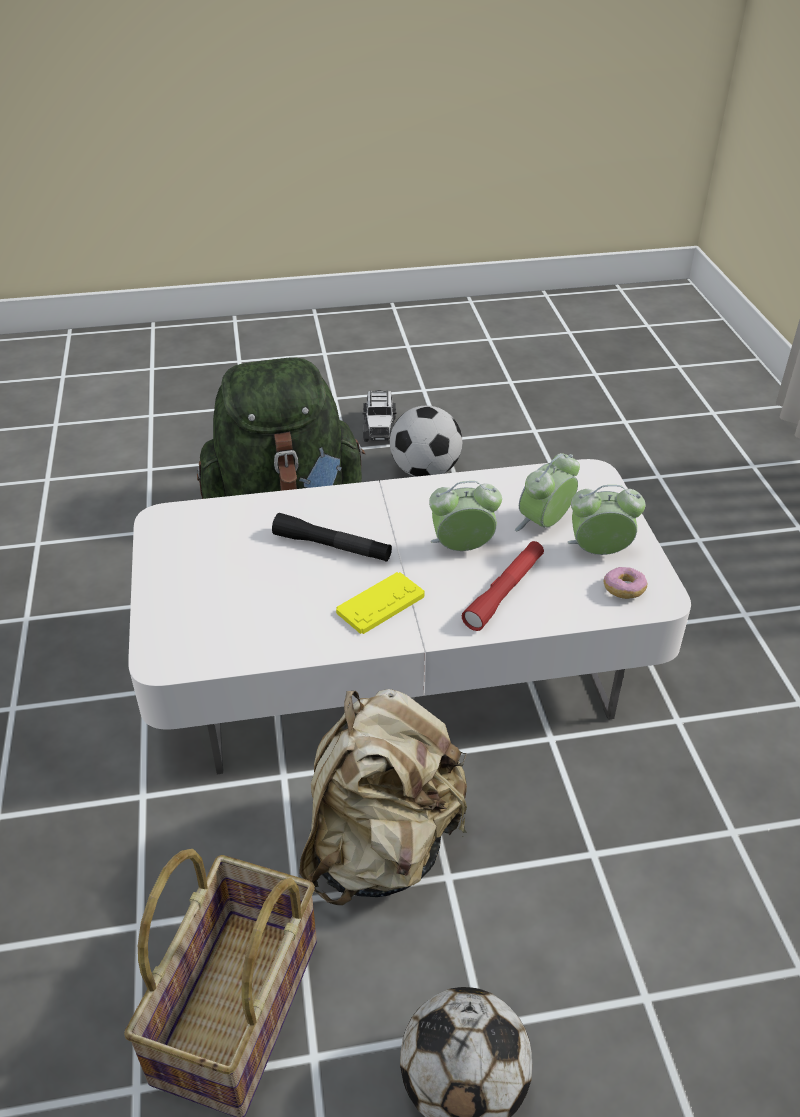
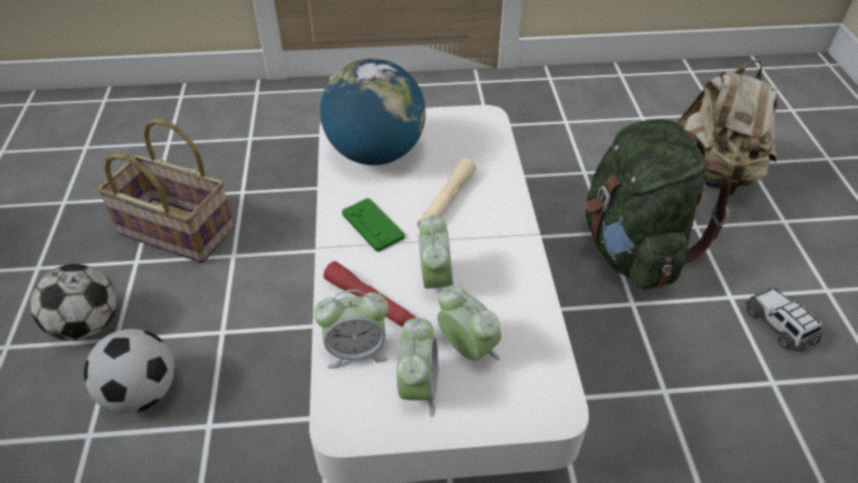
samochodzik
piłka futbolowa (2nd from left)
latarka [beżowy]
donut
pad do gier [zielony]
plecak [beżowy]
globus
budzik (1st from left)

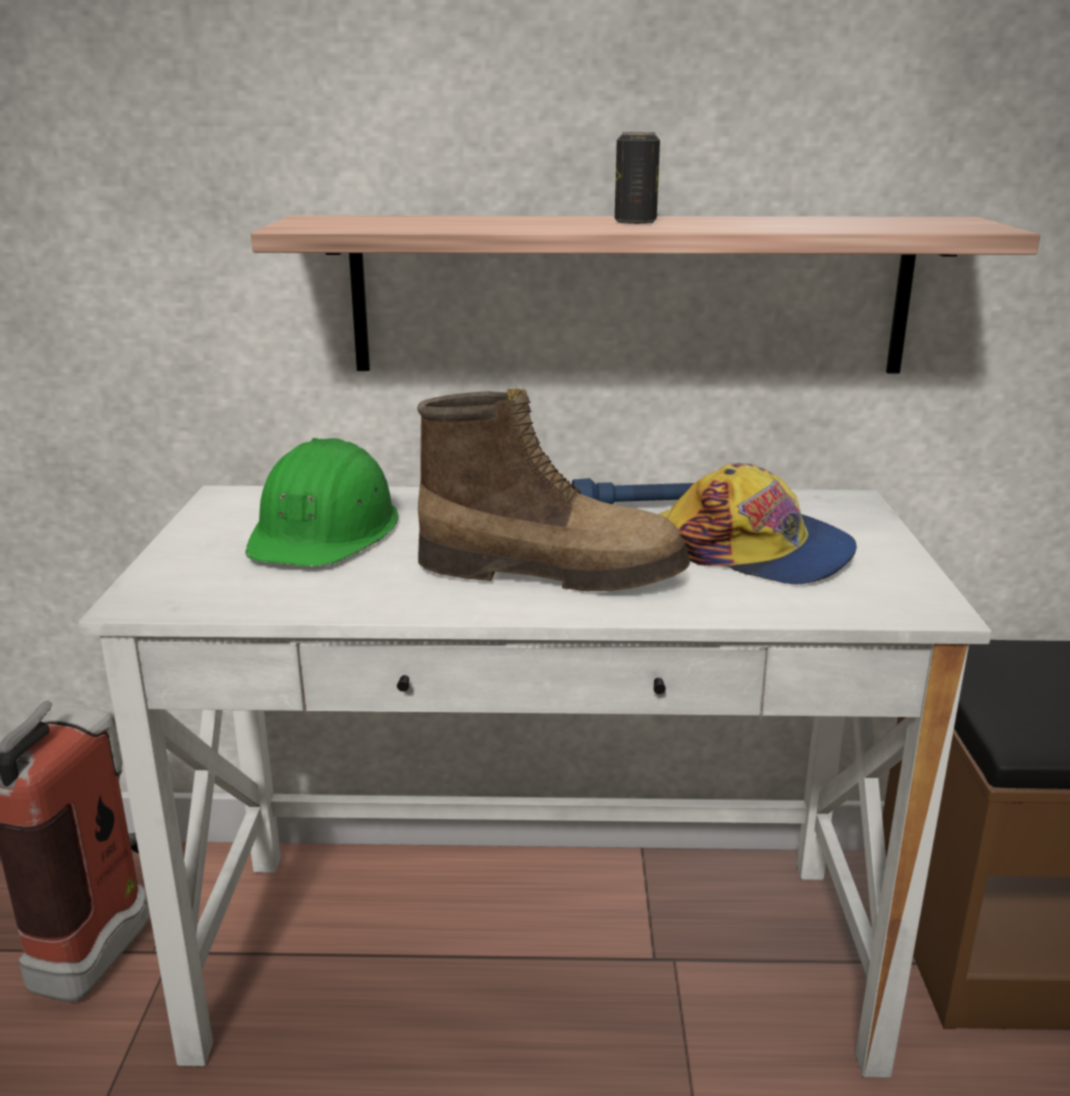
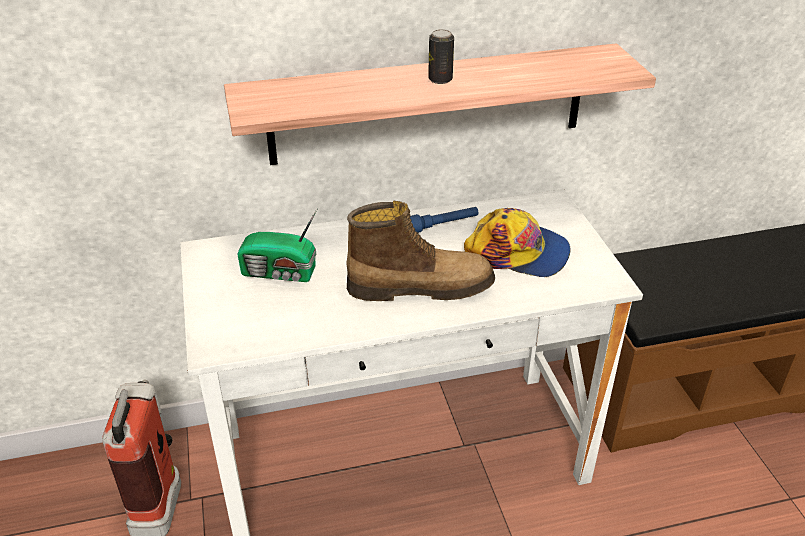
radio

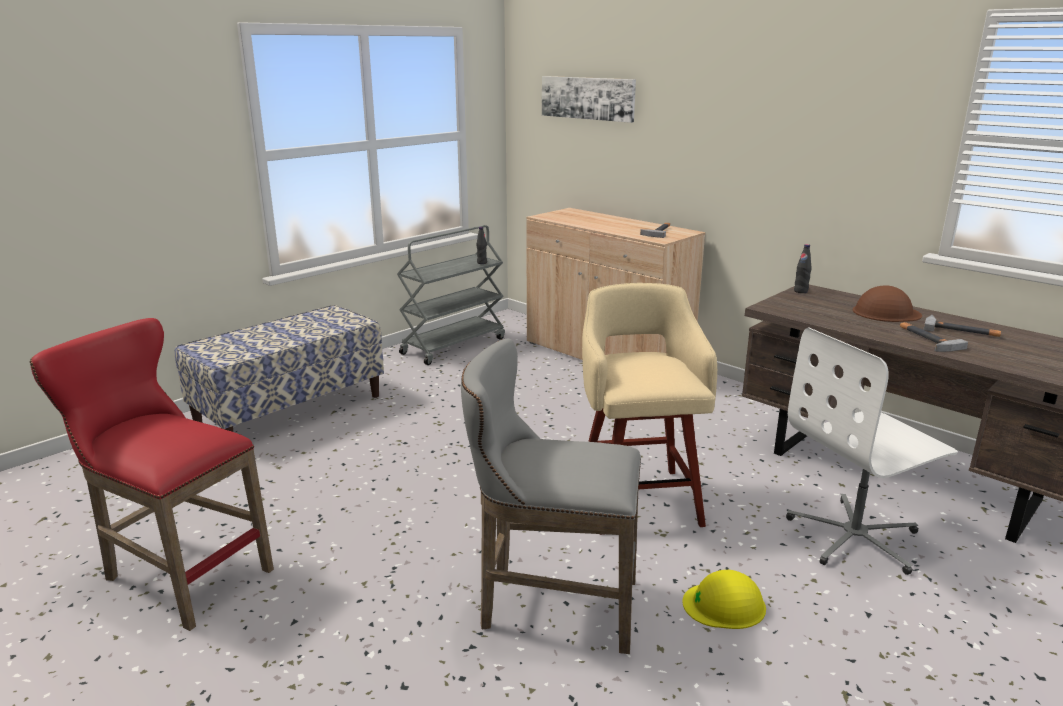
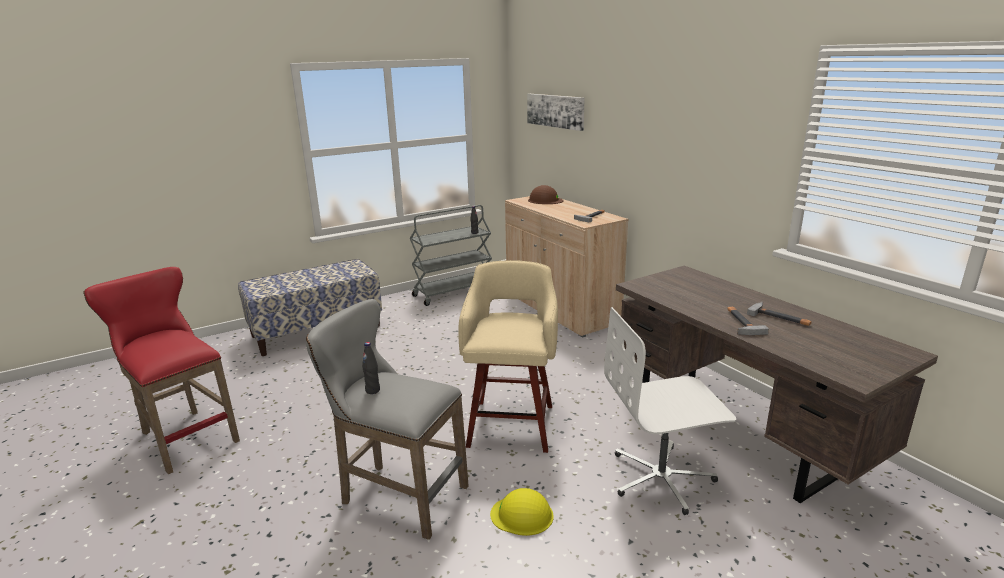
butelka [czarny] (1st from left)
kask [brązowy]

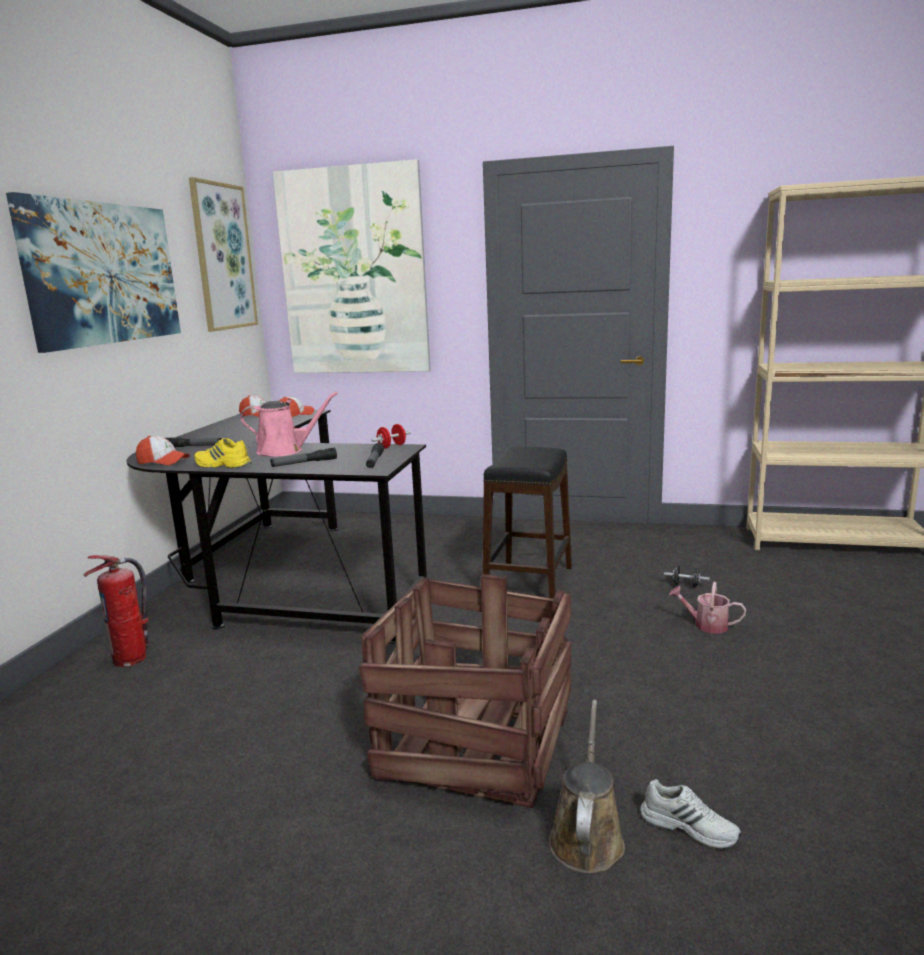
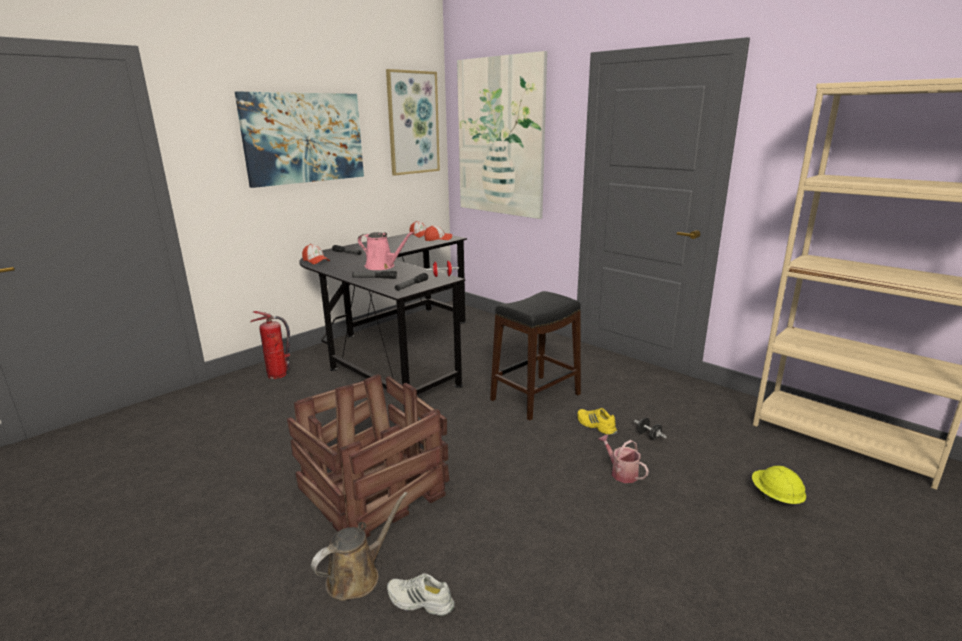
but [żółty]
but [biały]
kask [żółty]

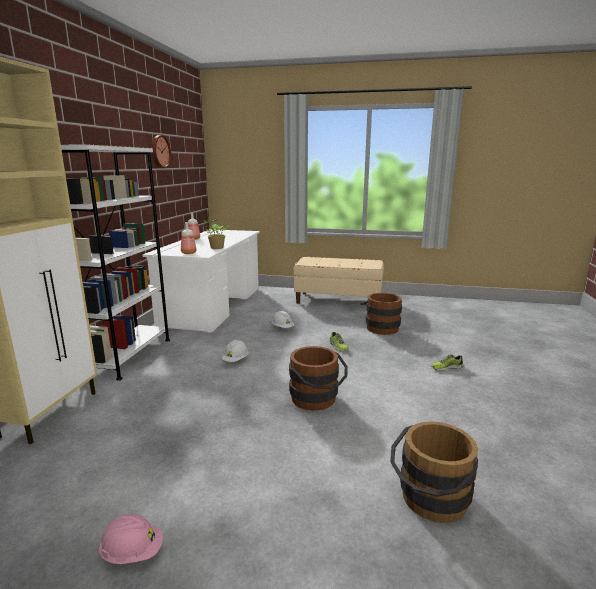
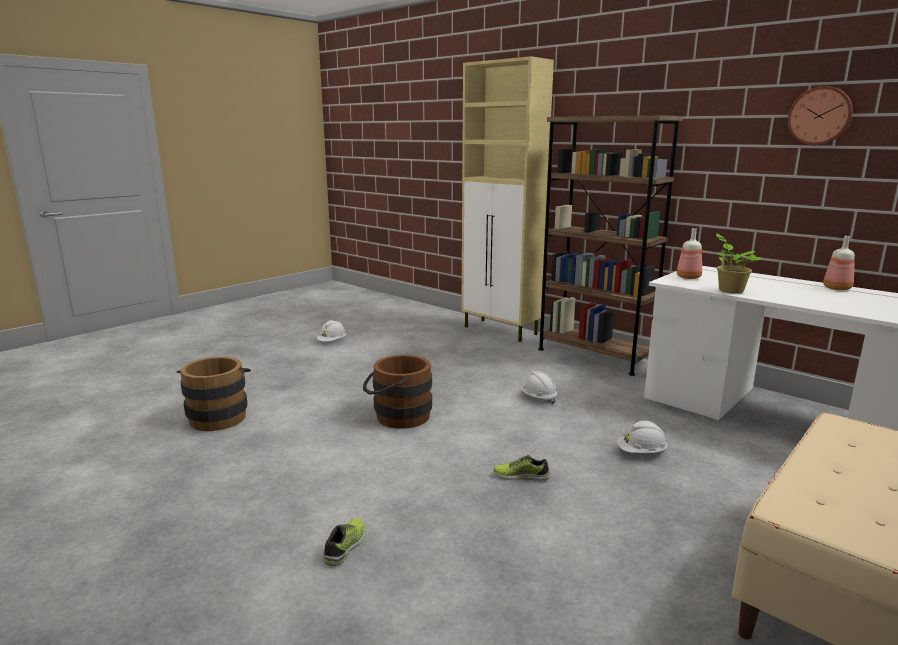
regał [brązowy]
wiadro [brązowy] (2nd from left in the first image)
kask [biały] (1st from left)

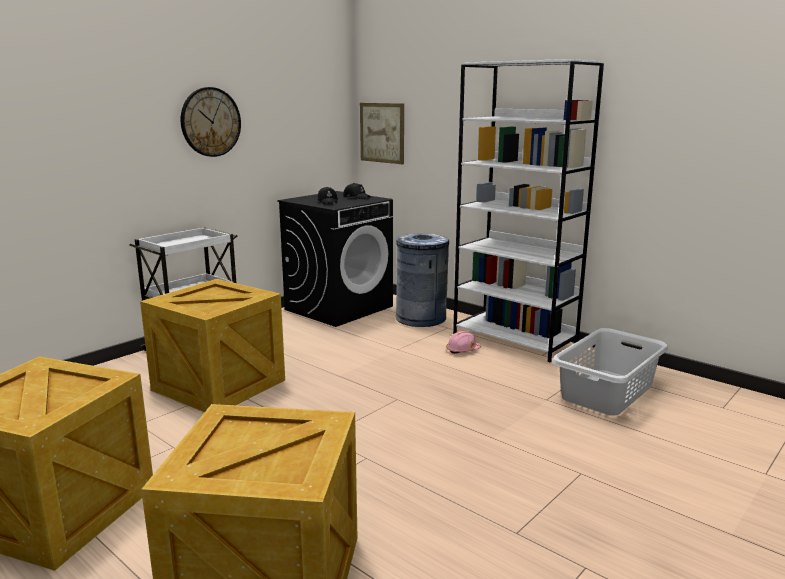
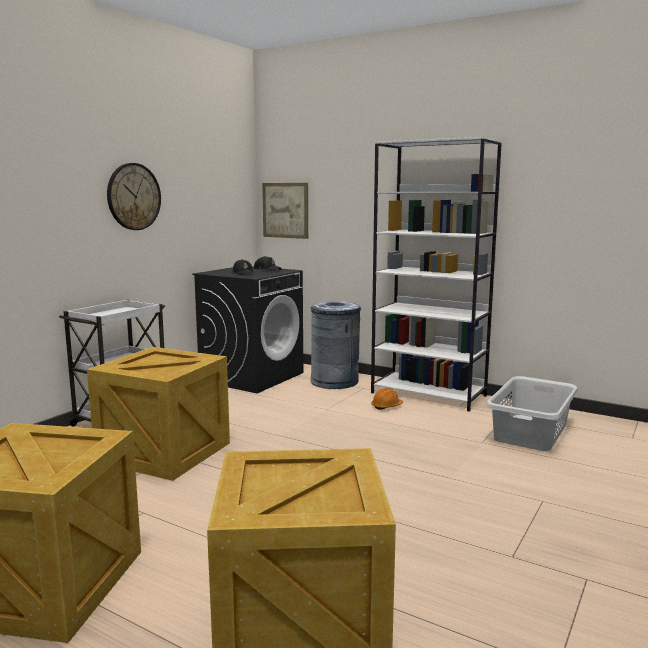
kask [pomarańczowy]

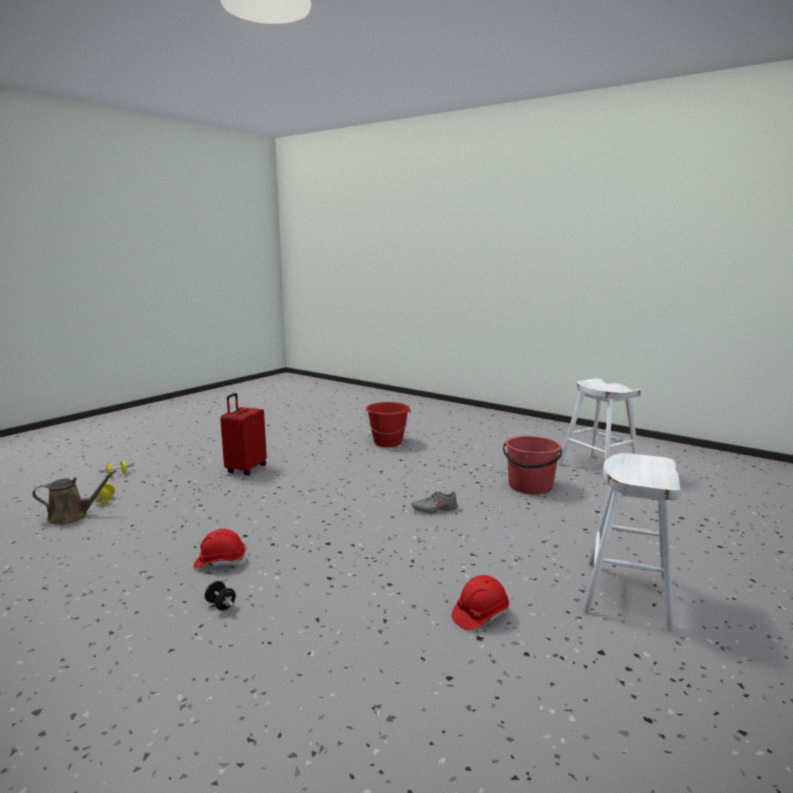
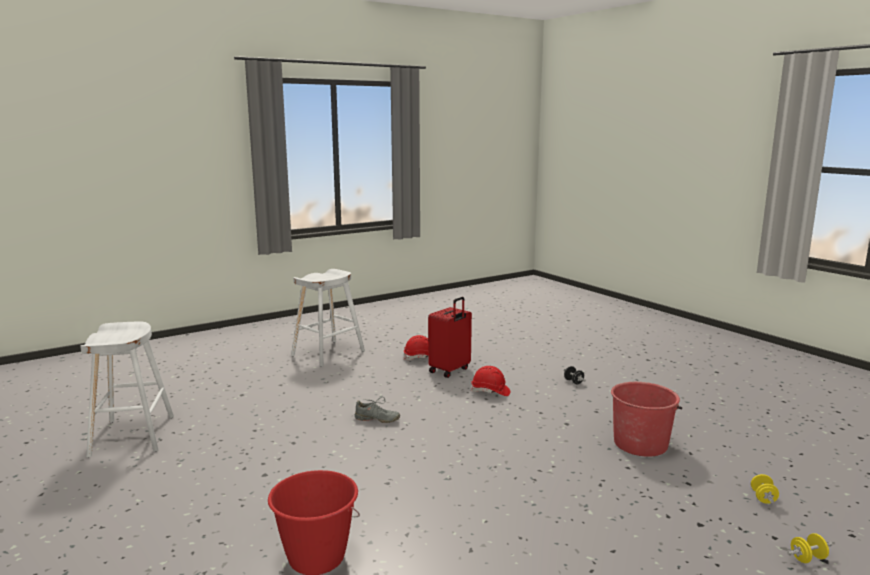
walizka [czerwony]
wiadro [czerwony] (2nd from left)
konewka [brązowy]
kask [czerwony] (2nd from left)

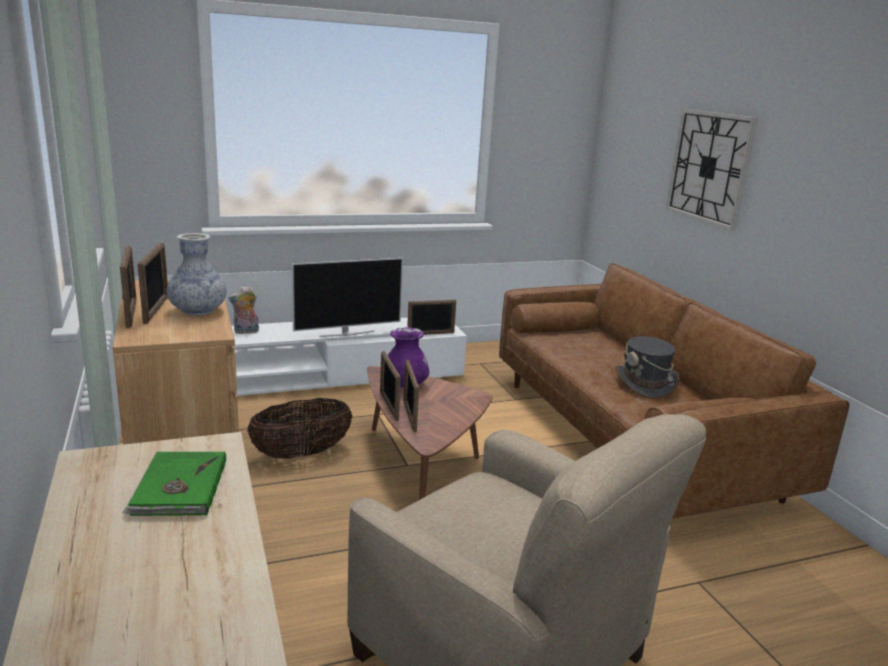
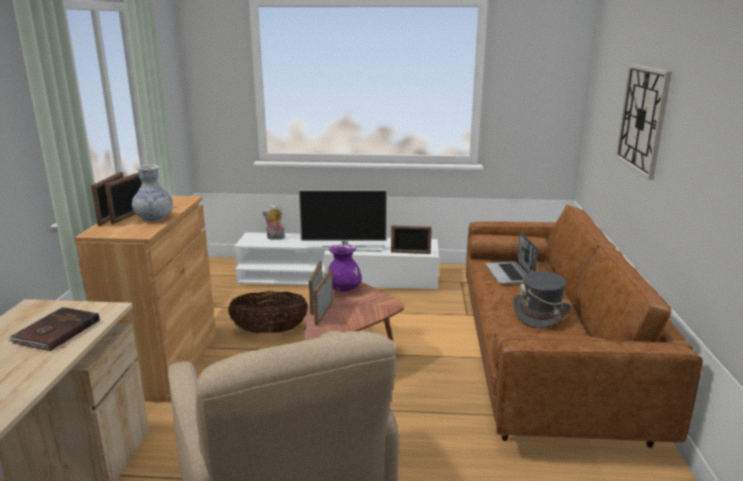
książka [brązowy]
laptop

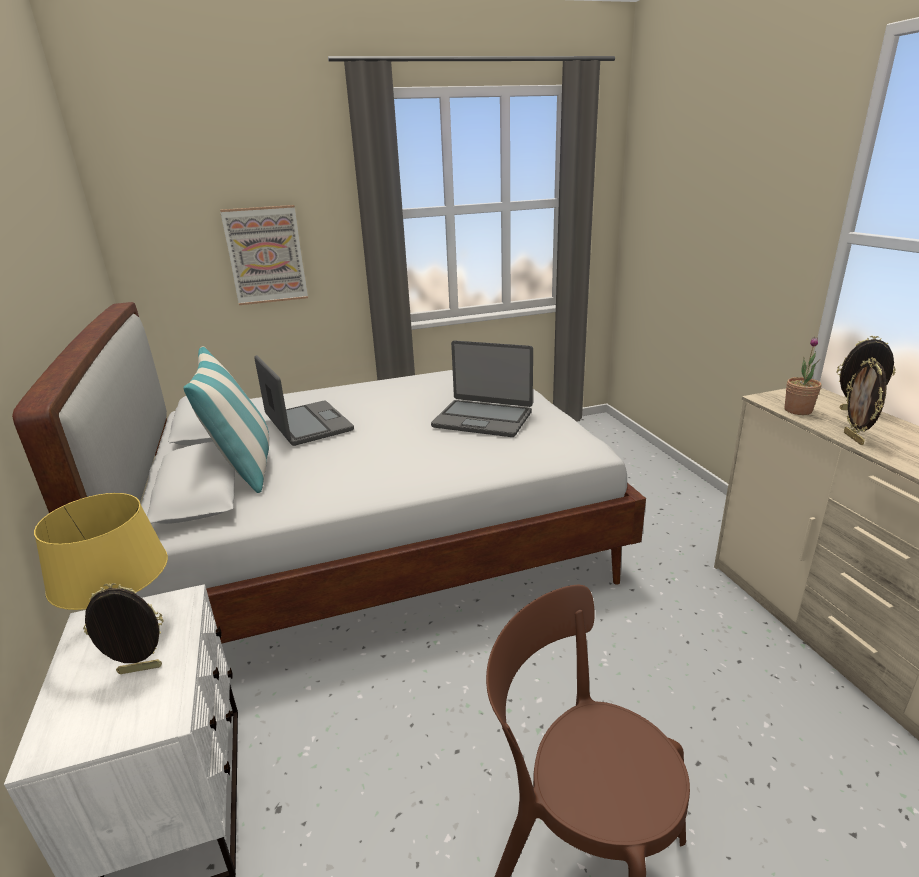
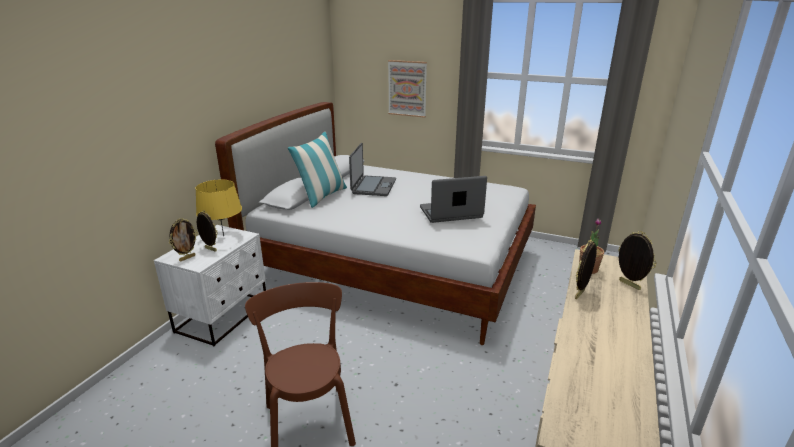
laptop (2nd from left)
ramka na zdjęcie (1st from left)

